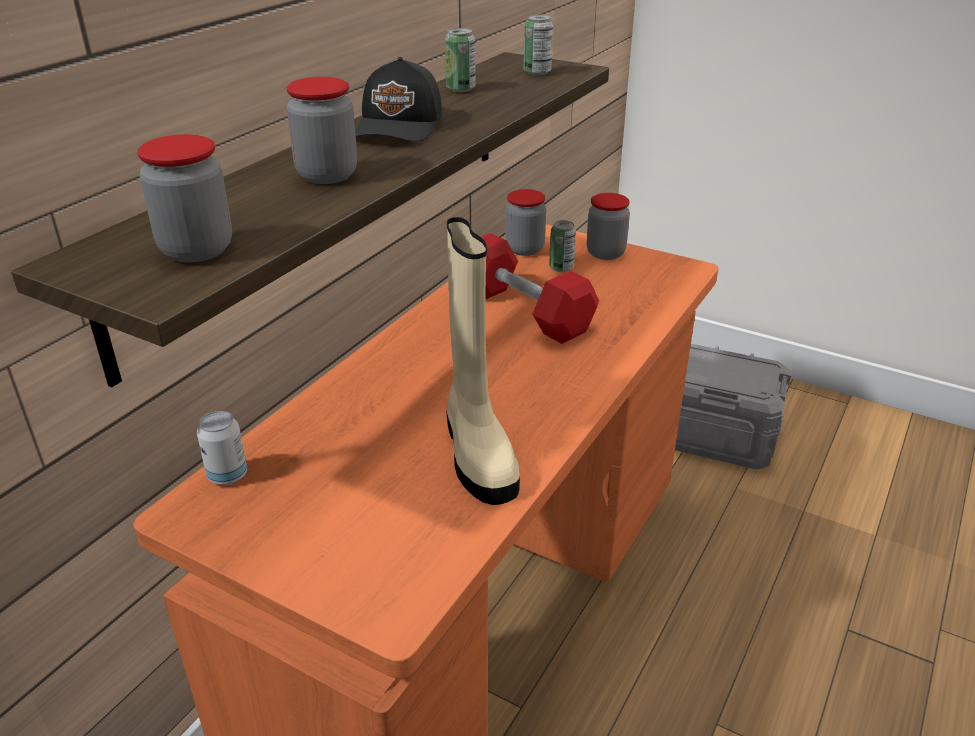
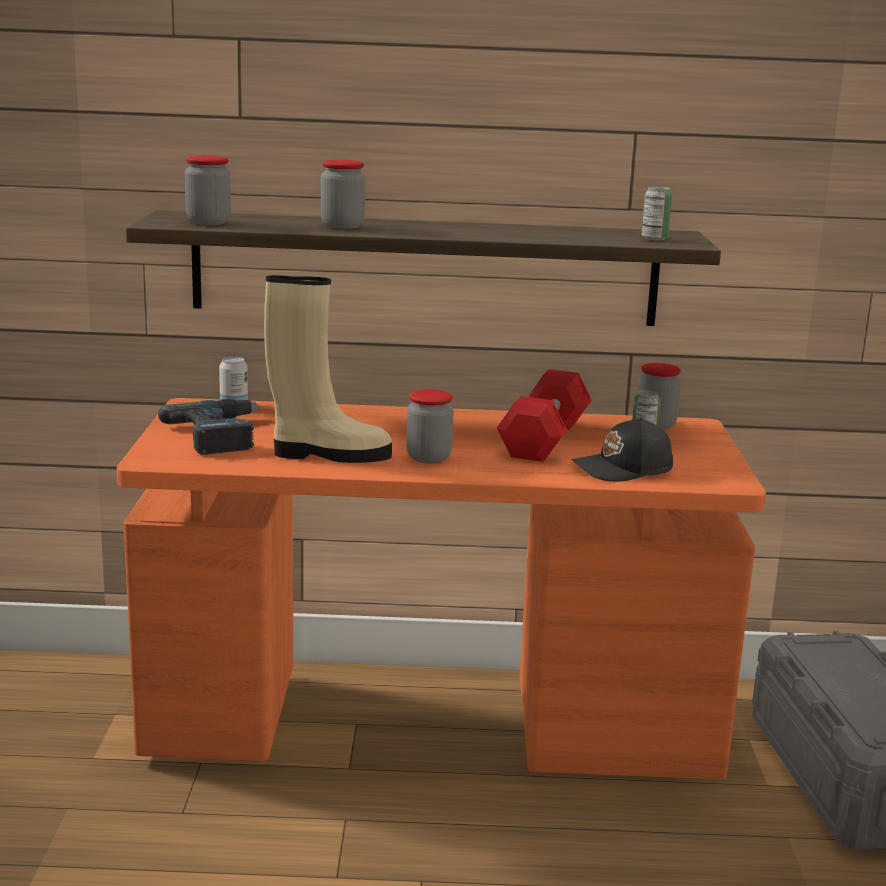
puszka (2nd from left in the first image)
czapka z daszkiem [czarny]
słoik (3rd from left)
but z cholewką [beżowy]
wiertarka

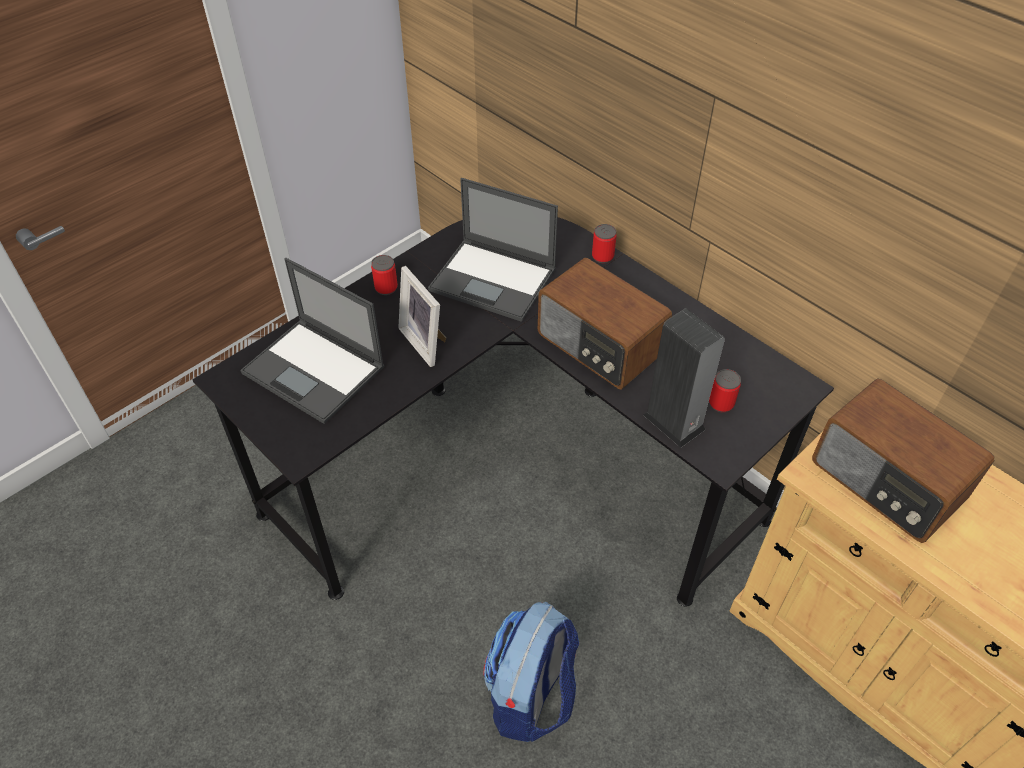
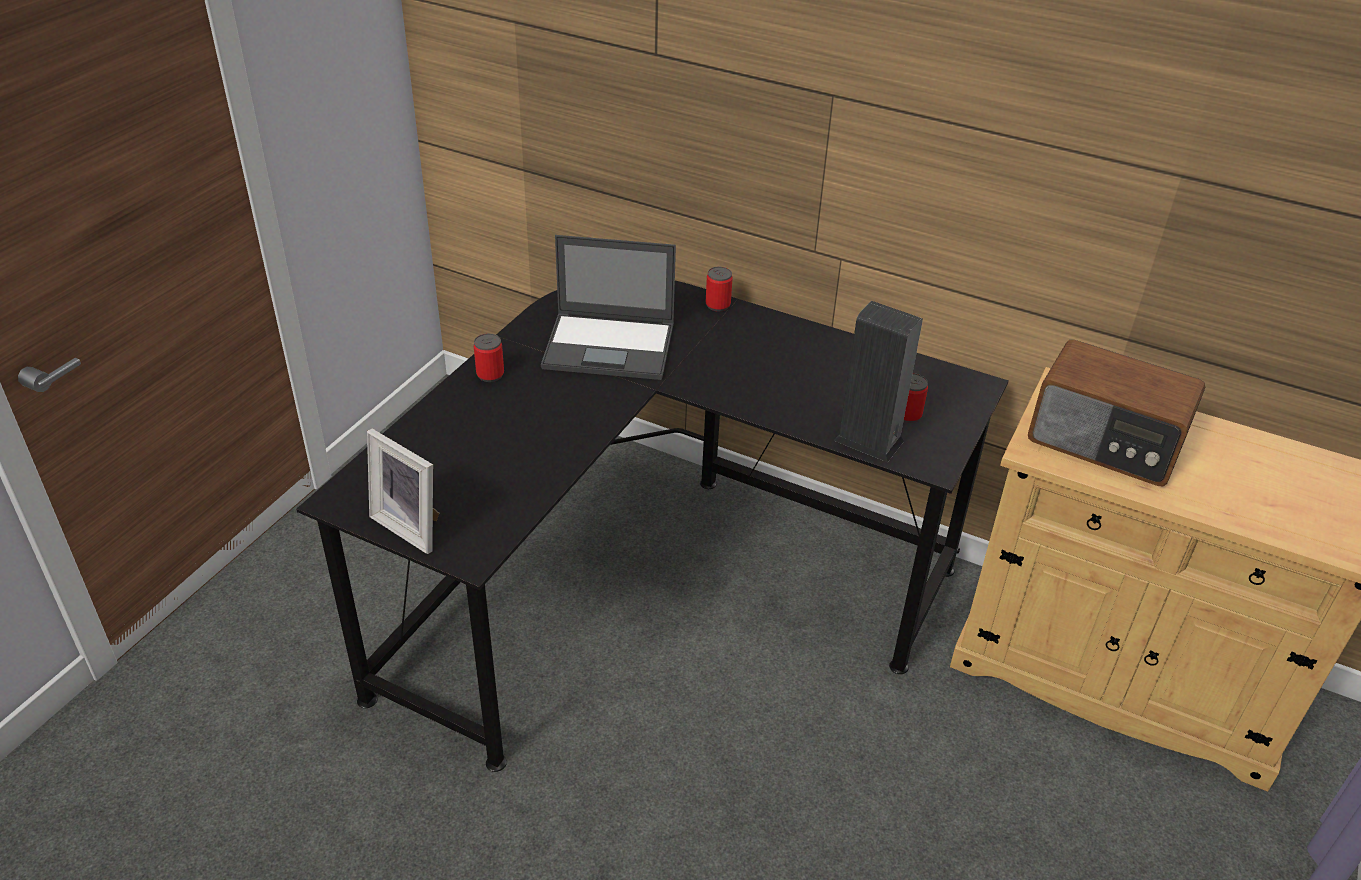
laptop (1st from left in the first image)
radio (1st from left in the first image)
ramka na zdjęcie
plecak

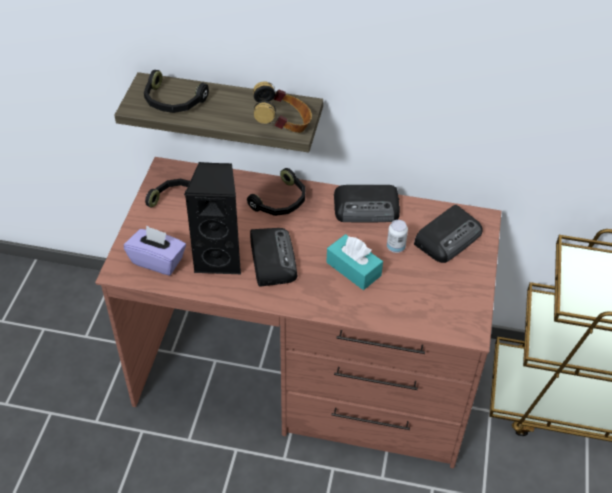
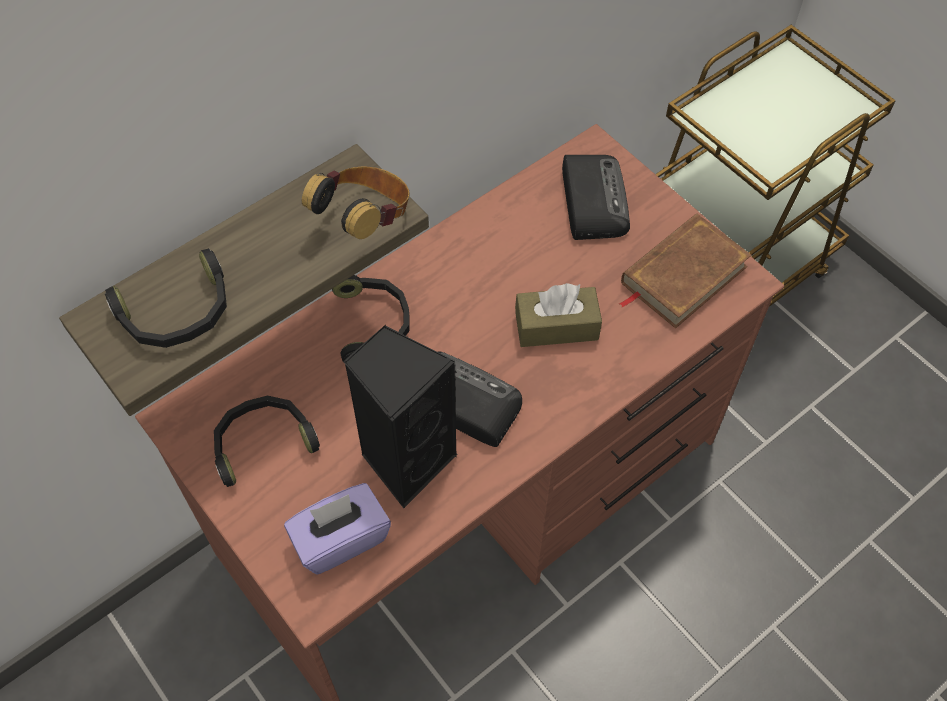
radio (2nd from left in the first image)
puszka
pudełko chusteczek [brązowy]
książka [brązowy]

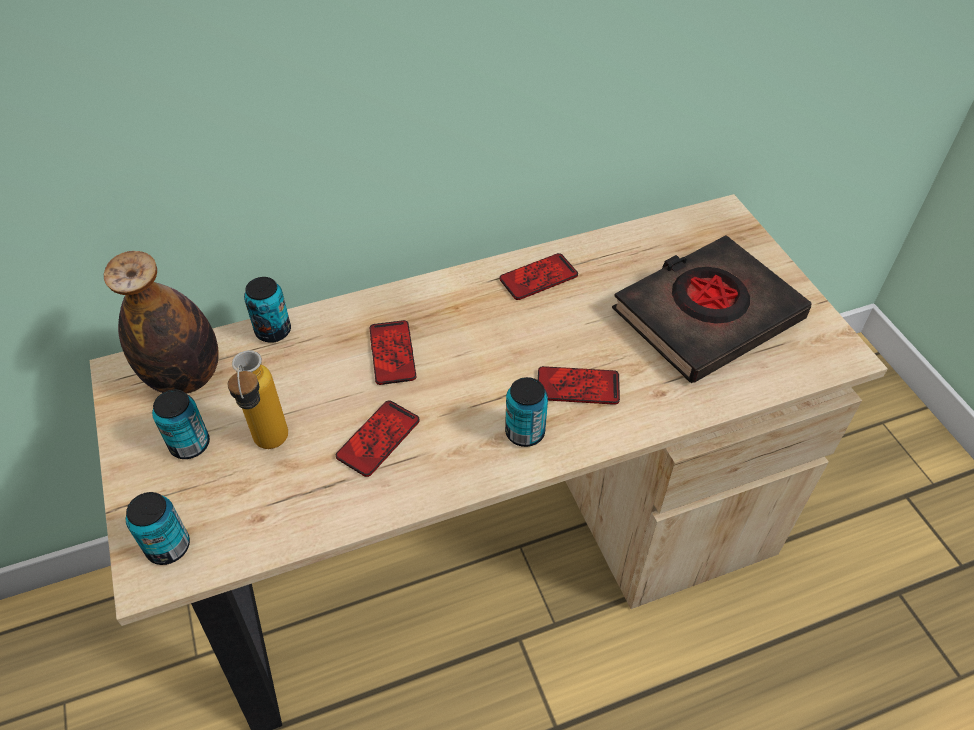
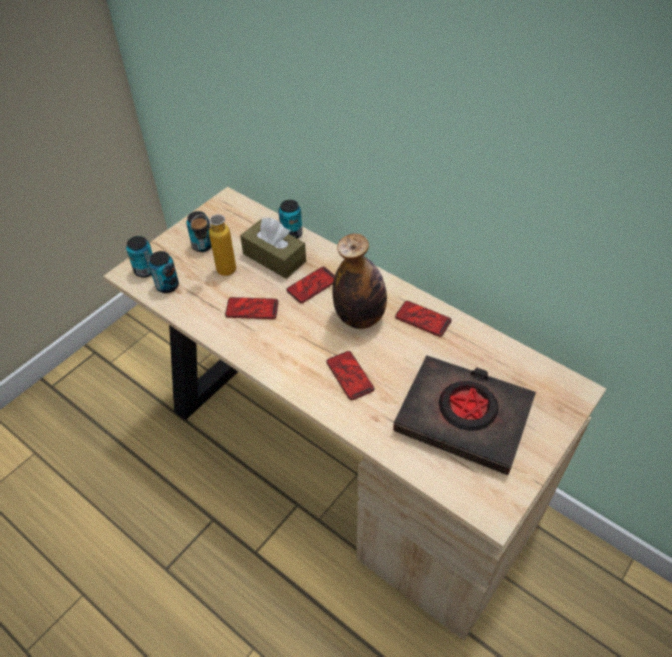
butelka (2nd from left)
puszka (2nd from left)
pudełko chusteczek [brązowy]

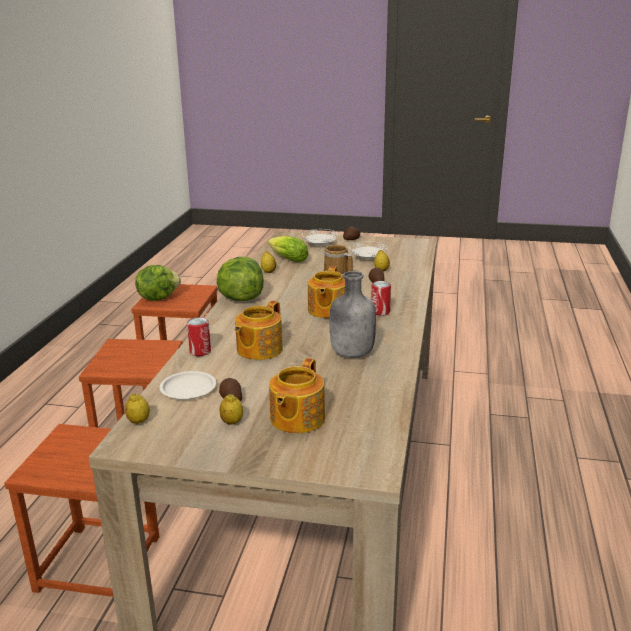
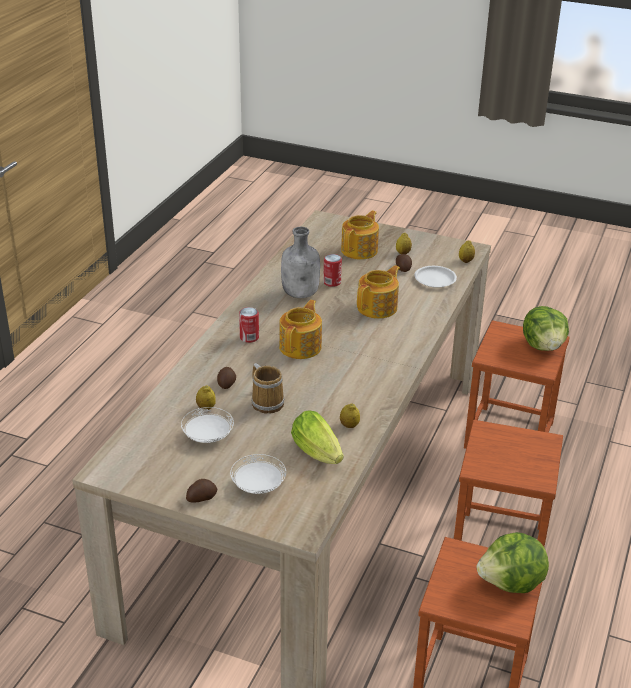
sałata (3rd from left)
puszka (2nd from left)

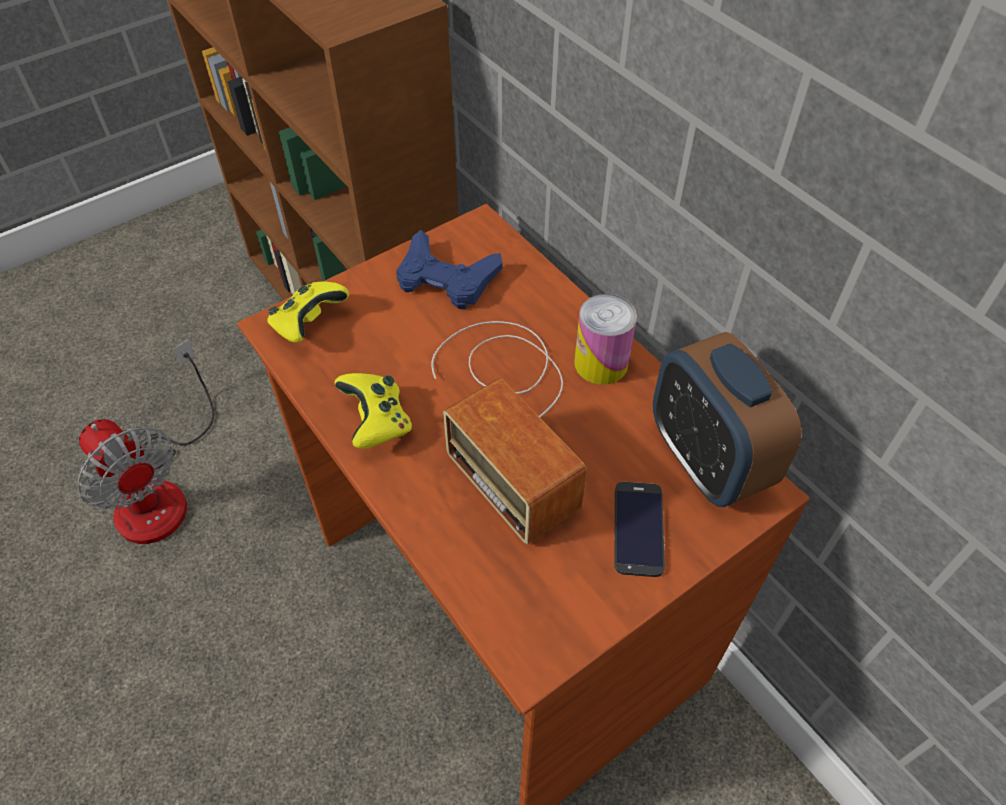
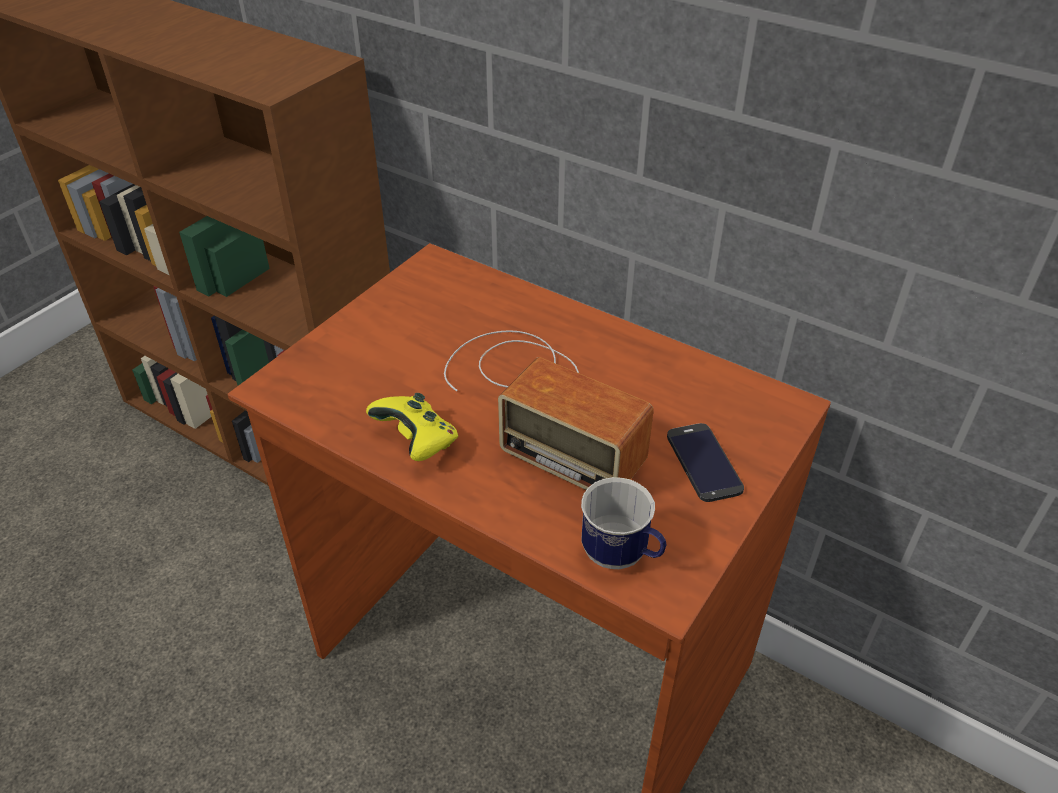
pad do gier [niebieski]
pad do gier [żółty] (1st from left in the first image)
puszka
budzik
wentylator
kubek

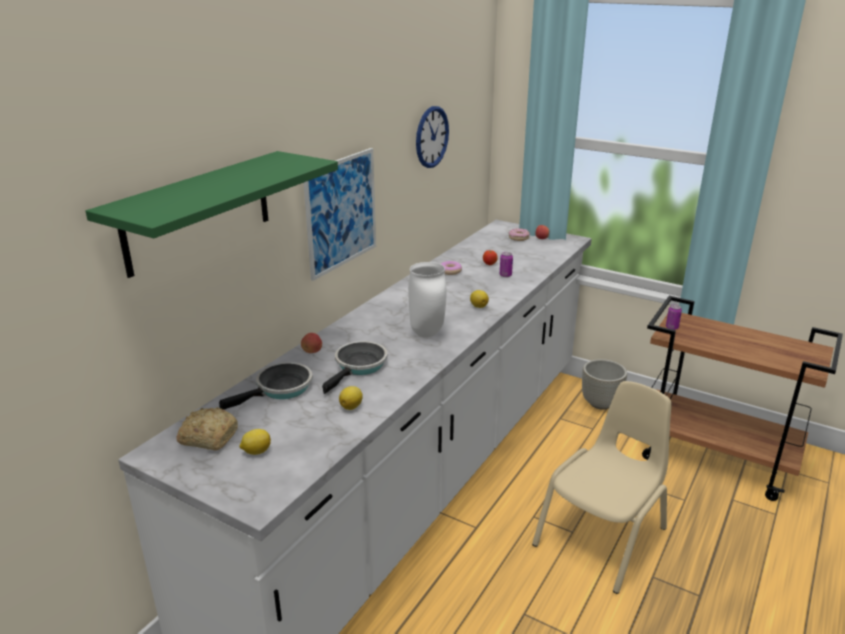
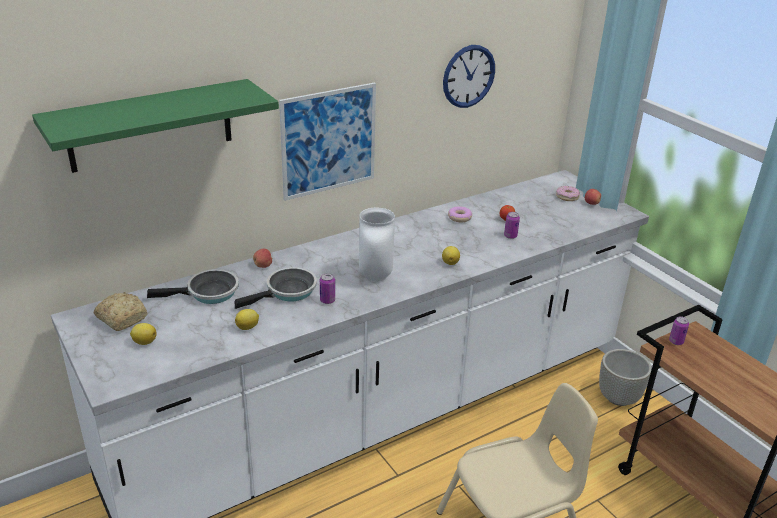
puszka (1st from left)

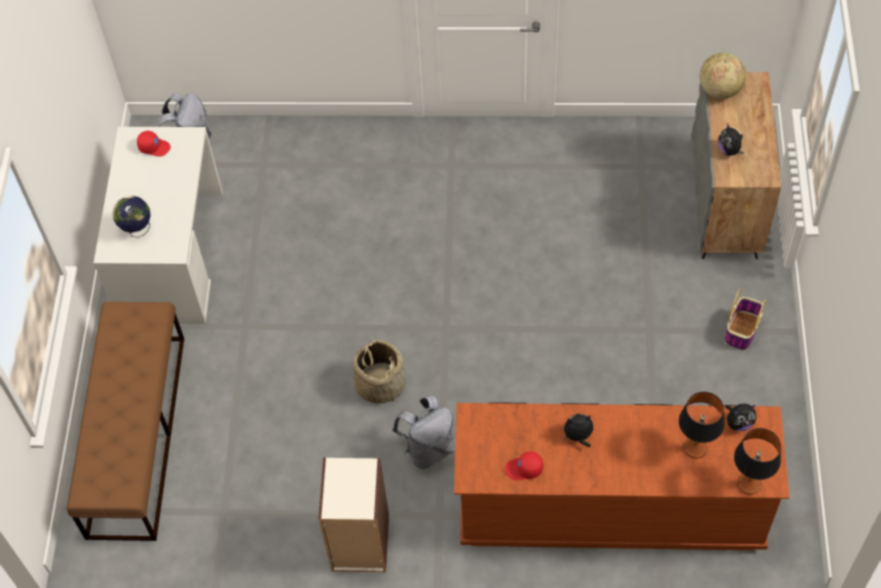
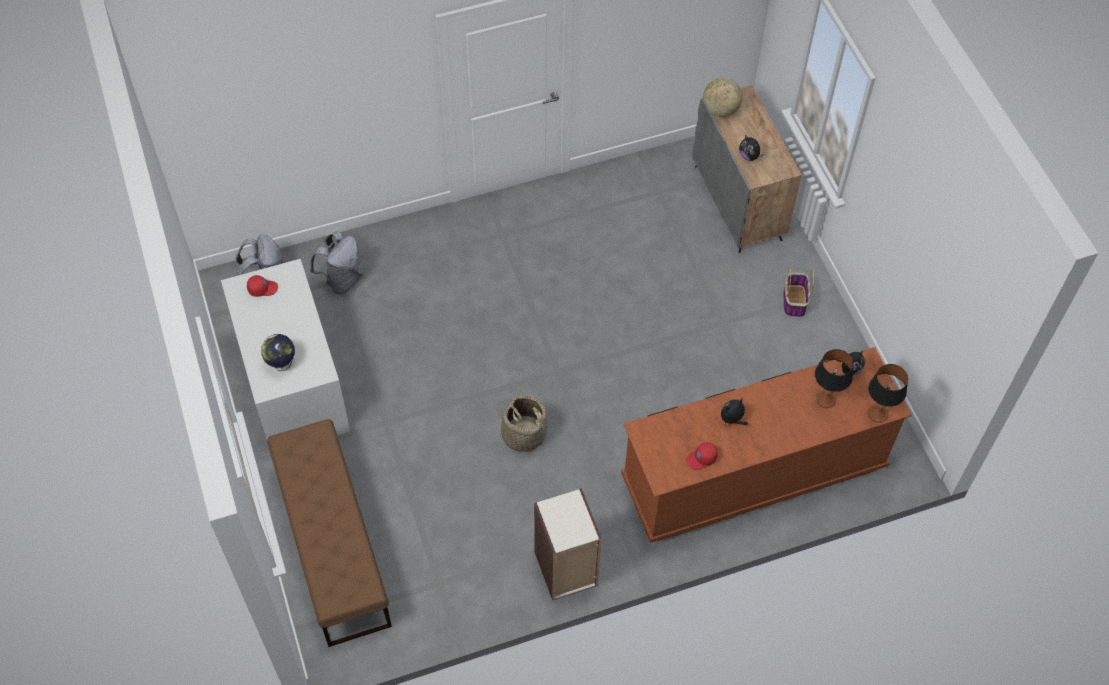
plecak [szary] (2nd from left)

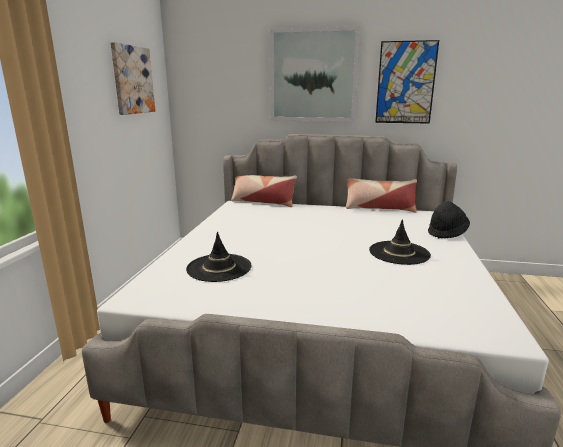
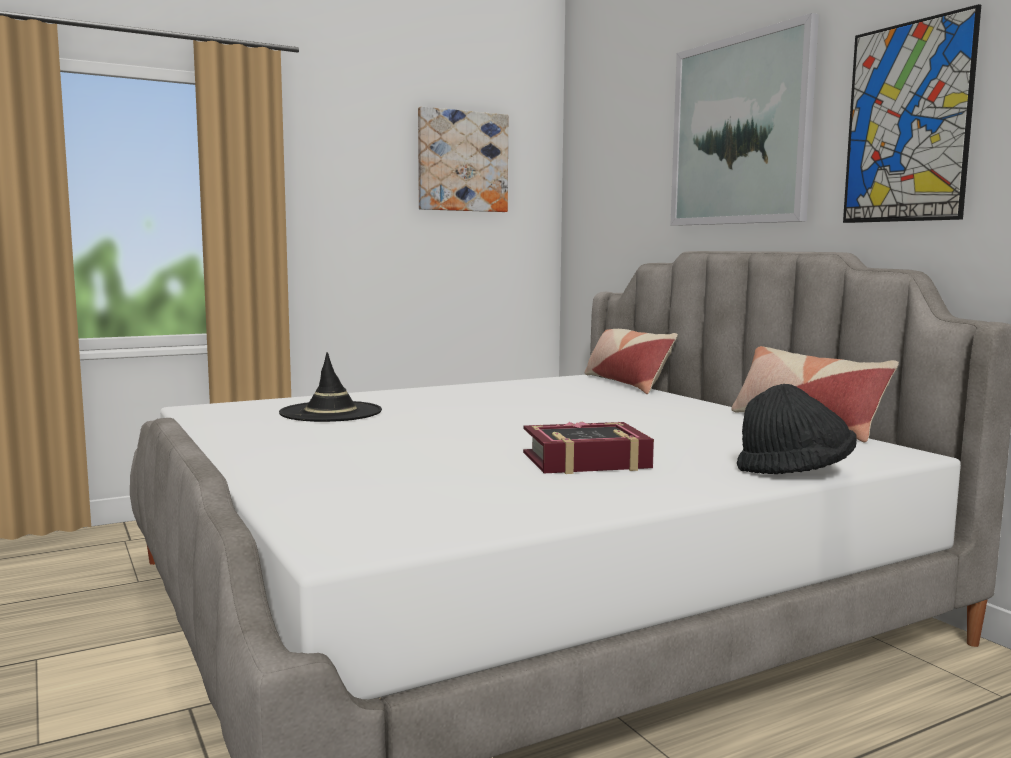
książka

